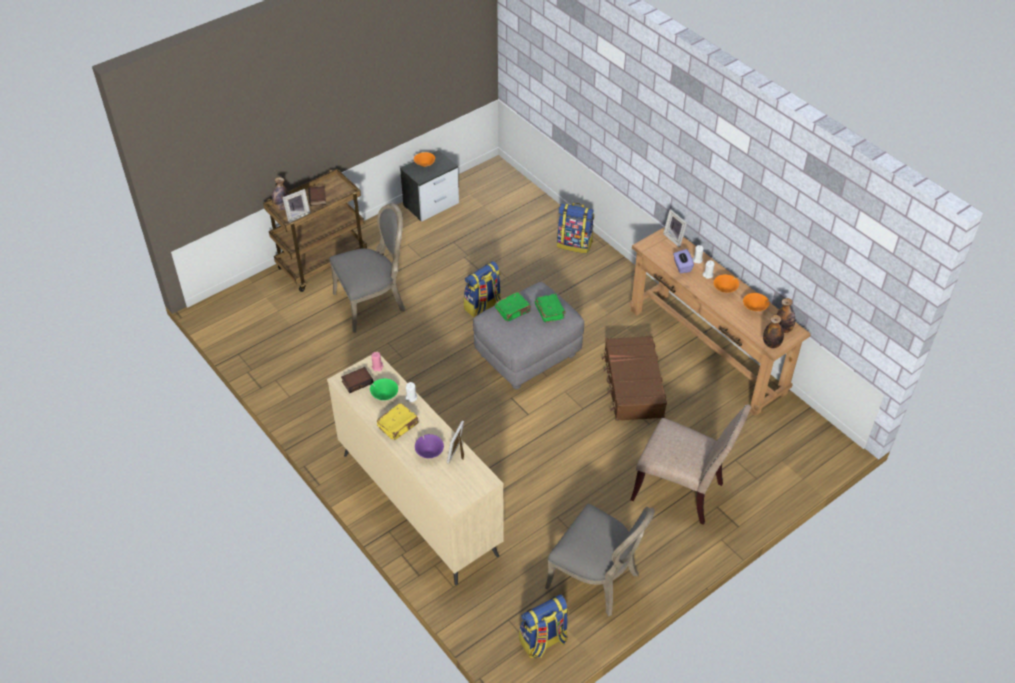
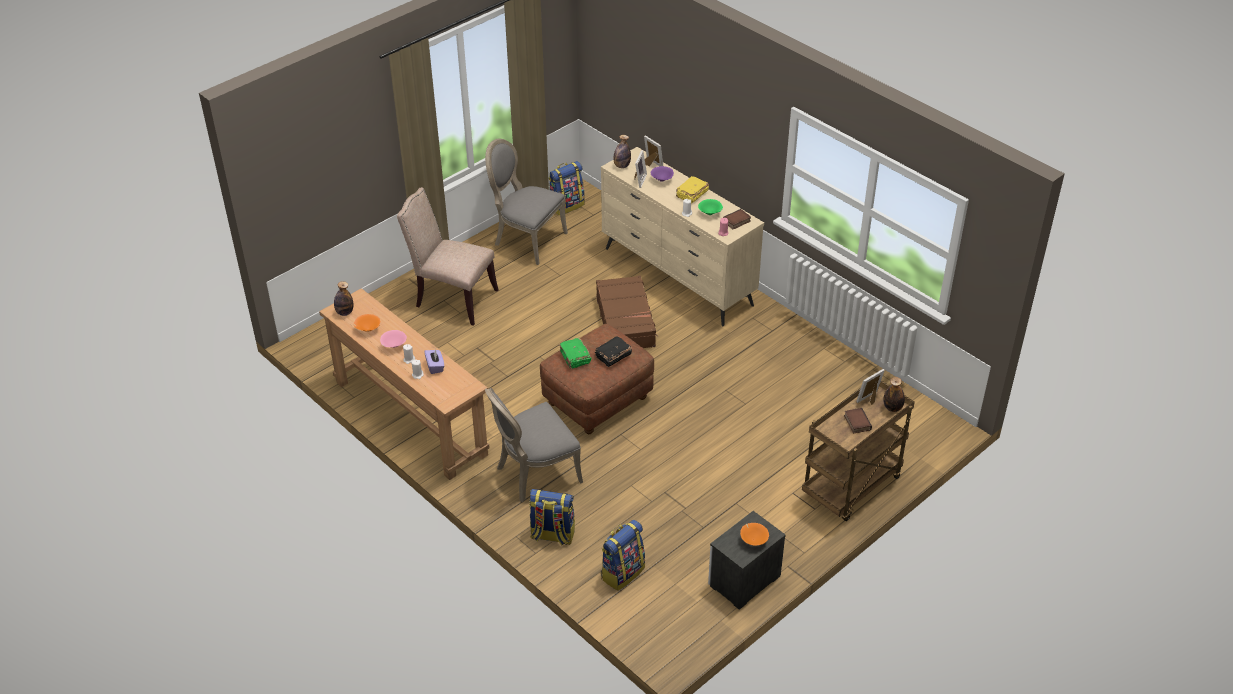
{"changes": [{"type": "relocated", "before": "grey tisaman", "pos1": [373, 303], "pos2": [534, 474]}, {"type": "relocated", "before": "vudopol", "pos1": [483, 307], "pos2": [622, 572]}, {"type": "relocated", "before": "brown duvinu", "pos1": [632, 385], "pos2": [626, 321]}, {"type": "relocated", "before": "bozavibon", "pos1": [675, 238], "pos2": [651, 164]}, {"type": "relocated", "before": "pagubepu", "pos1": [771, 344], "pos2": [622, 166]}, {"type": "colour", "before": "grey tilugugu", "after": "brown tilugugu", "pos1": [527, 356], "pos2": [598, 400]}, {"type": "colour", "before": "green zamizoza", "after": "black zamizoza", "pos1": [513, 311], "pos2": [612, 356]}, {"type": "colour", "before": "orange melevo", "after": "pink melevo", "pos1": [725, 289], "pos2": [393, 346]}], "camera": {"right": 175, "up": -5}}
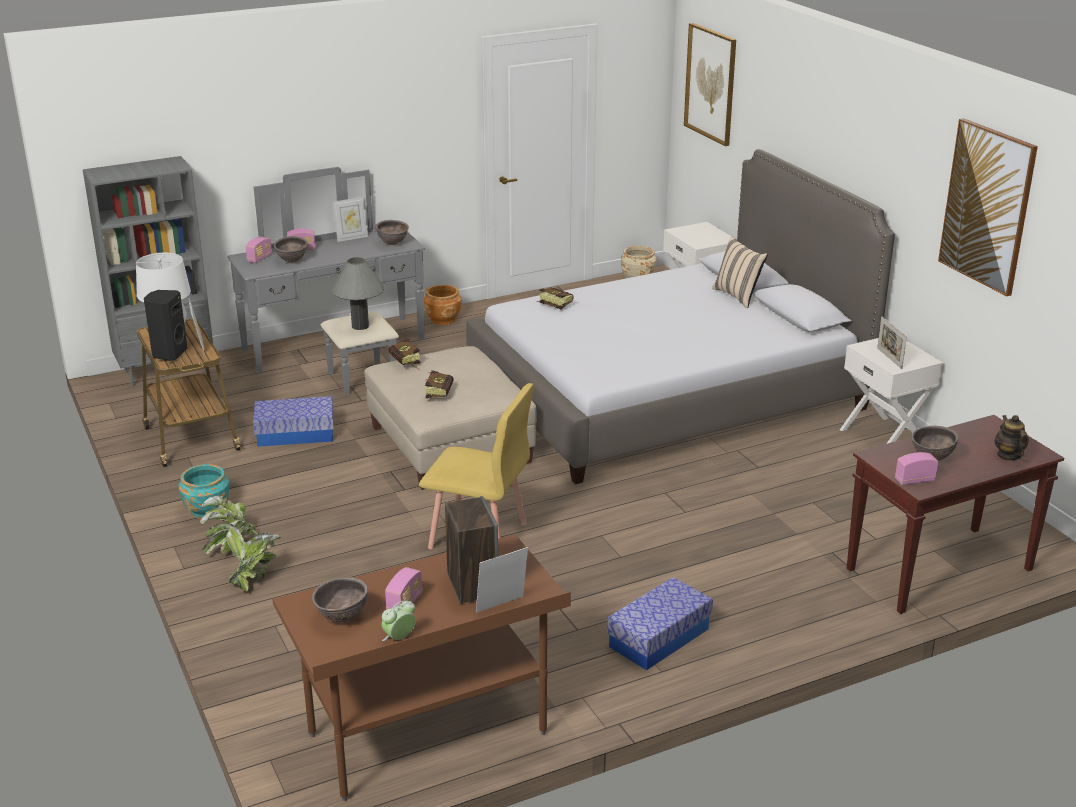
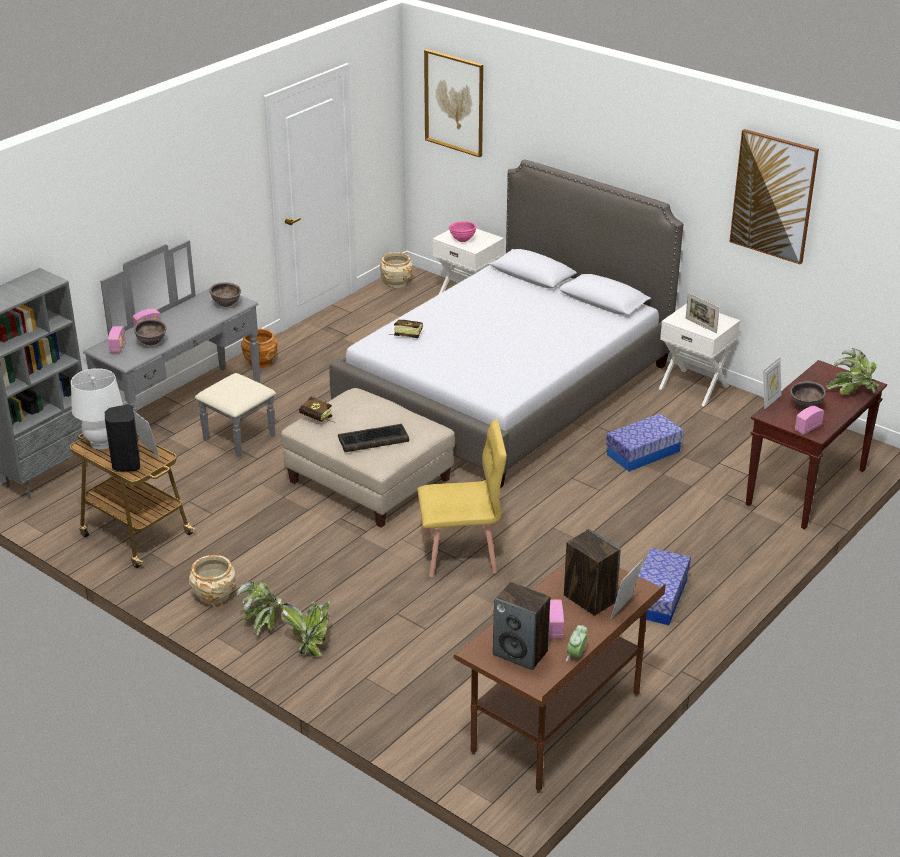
{"changes": [{"type": "missing", "before": "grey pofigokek", "pos1": [360, 326]}, {"type": "missing", "before": "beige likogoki", "pos1": [738, 296]}, {"type": "appeared", "after": "pink melevo", "pos2": [462, 240]}, {"type": "relocated", "before": "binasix", "pos1": [295, 434], "pos2": [643, 453]}, {"type": "relocated", "before": "bozavibon", "pos1": [351, 238], "pos2": [769, 401]}, {"type": "exchanged", "before": "brown melevo", "after": "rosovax", "pos1": [342, 618], "pos2": [521, 653]}, {"type": "exchanged", "before": "zamizoza", "after": "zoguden", "pos1": [440, 392], "pos2": [372, 439]}, {"type": "exchanged", "before": "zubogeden", "after": "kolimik", "pos1": [1008, 455], "pos2": [852, 391]}, {"type": "colour", "before": "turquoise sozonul", "after": "beige sozonul", "pos1": [207, 509], "pos2": [214, 596]}], "camera": {"right": -25, "up": 5}}
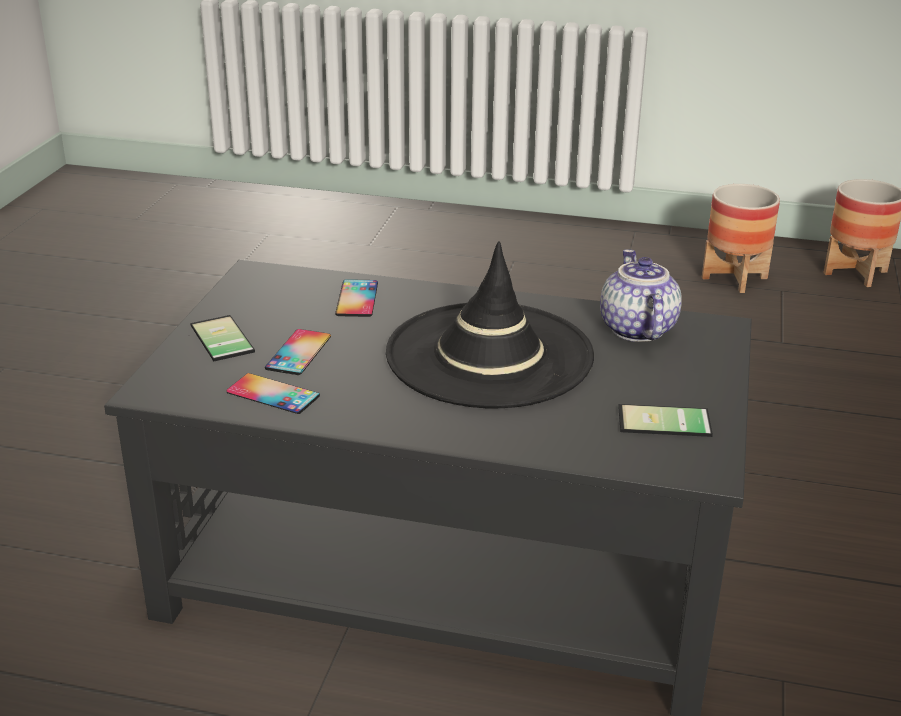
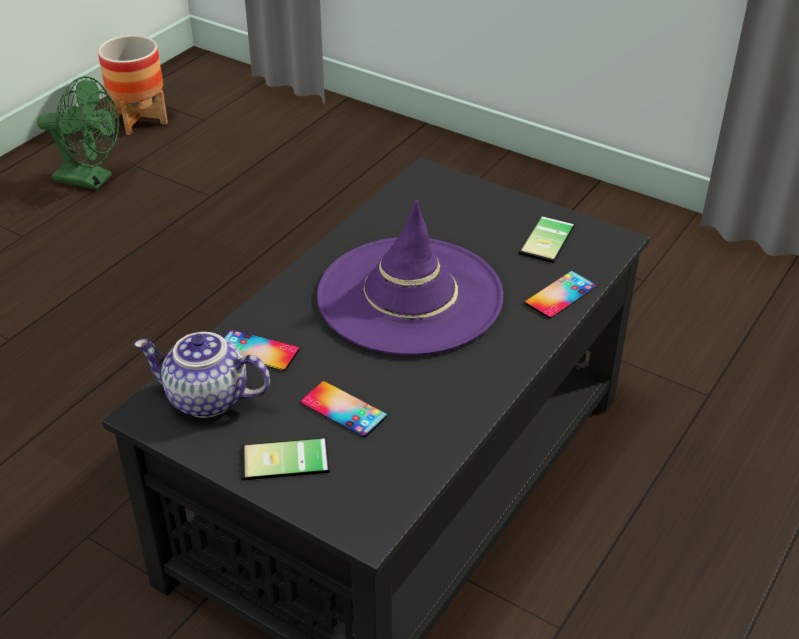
{"changes": [{"type": "relocated", "before": "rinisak", "pos1": [273, 394], "pos2": [560, 295]}, {"type": "relocated", "before": "zubogeden", "pos1": [635, 329], "pos2": [206, 400]}, {"type": "exchanged", "before": "sozonul", "after": "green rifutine", "pos1": [734, 278], "pos2": [91, 180]}, {"type": "colour", "before": "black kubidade", "after": "purple kubidade", "pos1": [489, 355], "pos2": [409, 296]}], "camera": {"right": -70, "up": 10}}
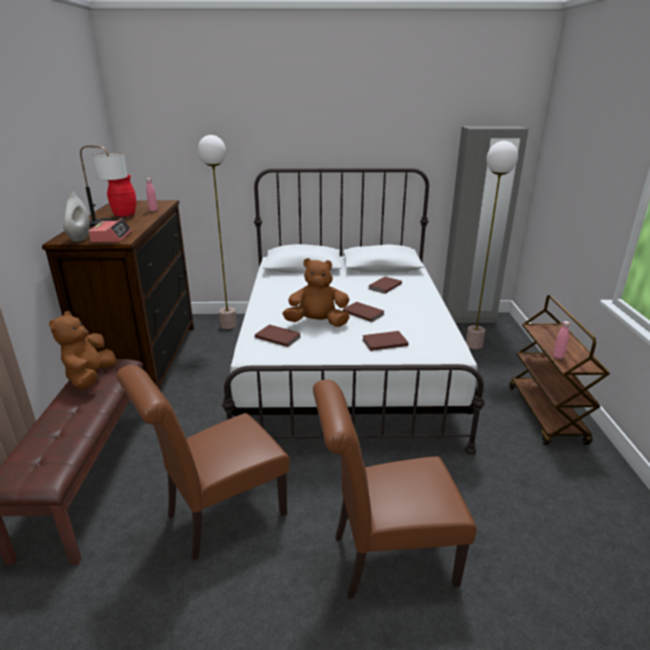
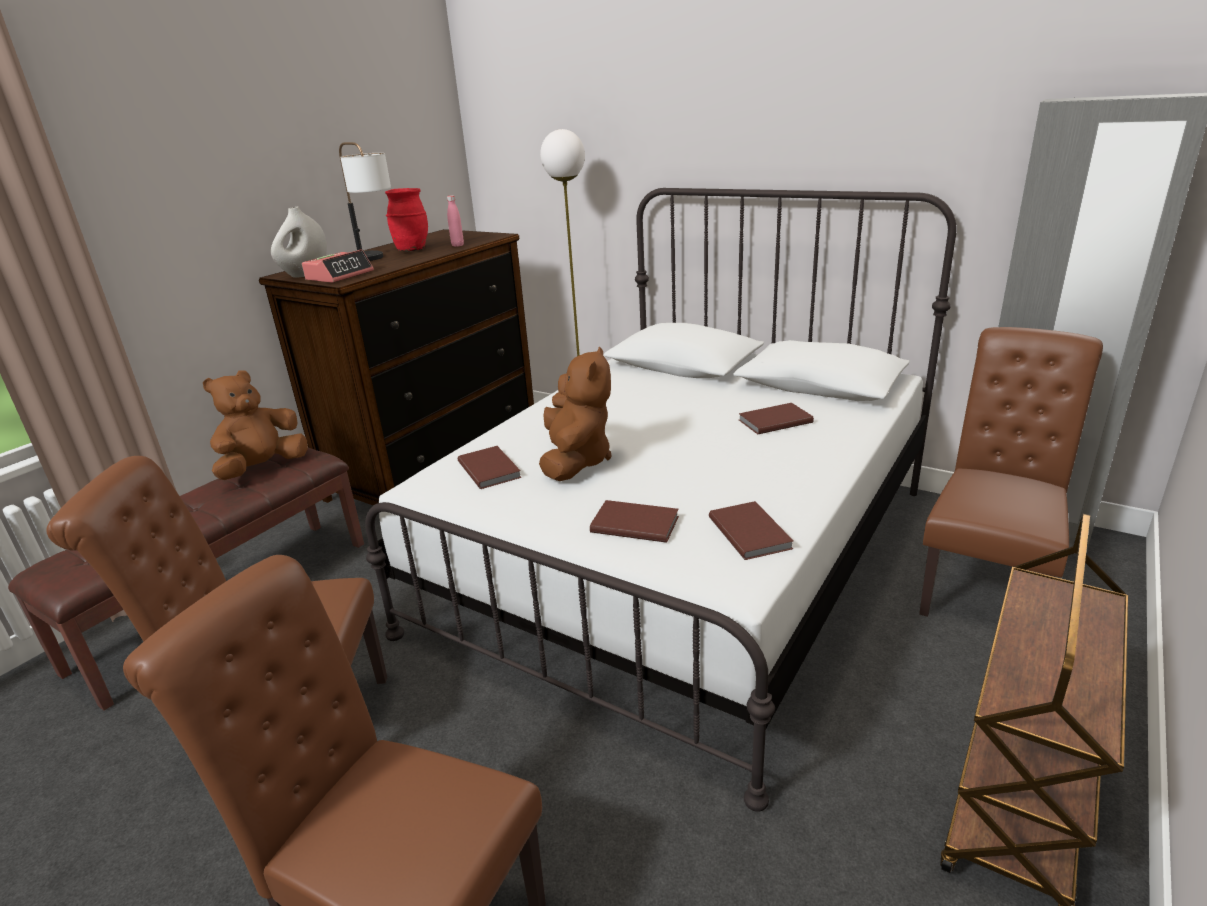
{"changes": [{"type": "missing", "before": "pink pagubepu", "pos1": [558, 357]}, {"type": "relocated", "before": "brown zamizoza", "pos1": [363, 313], "pos2": [751, 532]}, {"type": "exchanged", "before": "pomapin", "after": "brown tisaman", "pos1": [474, 345], "pos2": [986, 584]}, {"type": "spun", "before": "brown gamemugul", "pos1": [317, 323], "pos2": [576, 461], "turn": 60}], "camera": {"right": 35, "up": 0}}
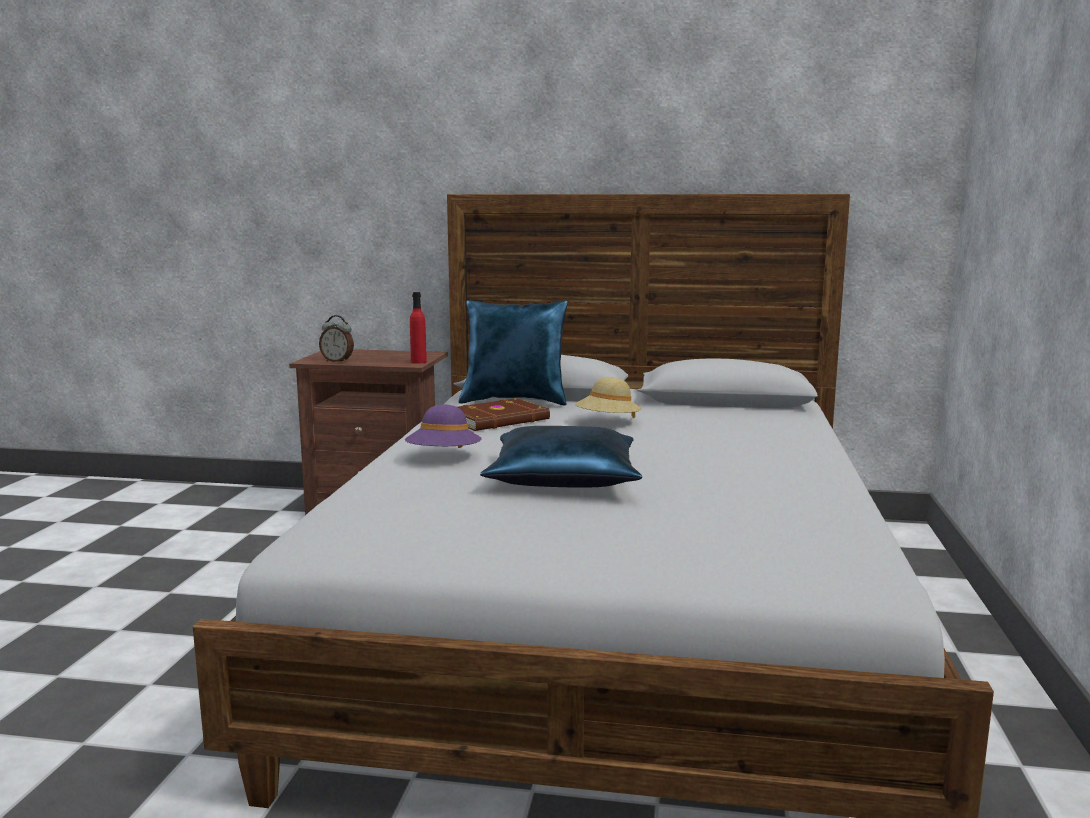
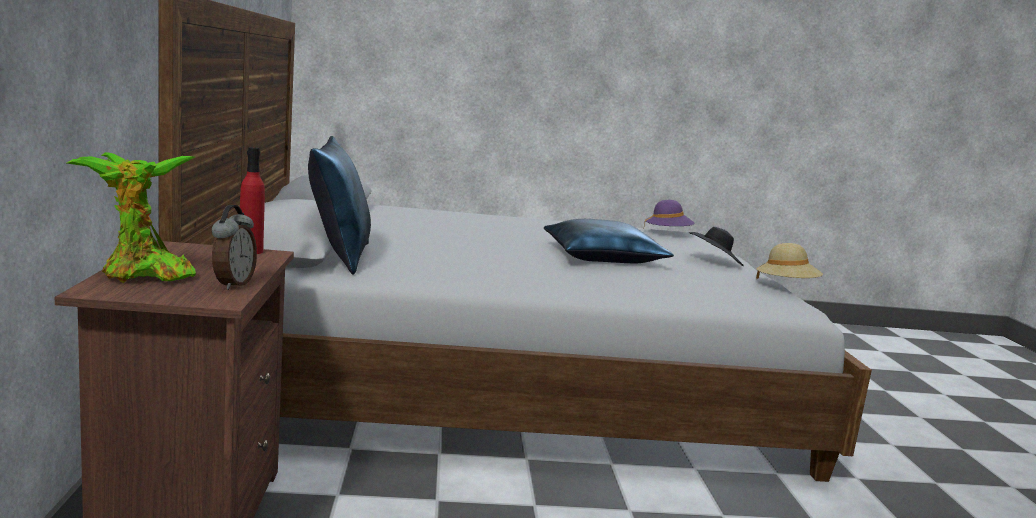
{"changes": [{"type": "missing", "before": "brown zamizoza", "pos1": [499, 420]}, {"type": "appeared", "after": "kolimik", "pos2": [142, 276]}, {"type": "appeared", "after": "black kubidade", "pos2": [714, 262]}, {"type": "relocated", "before": "purple kubidade", "pos1": [444, 458], "pos2": [667, 233]}, {"type": "relocated", "before": "beige kubidade", "pos1": [608, 422], "pos2": [786, 287]}], "camera": {"right": -105, "up": 0}}
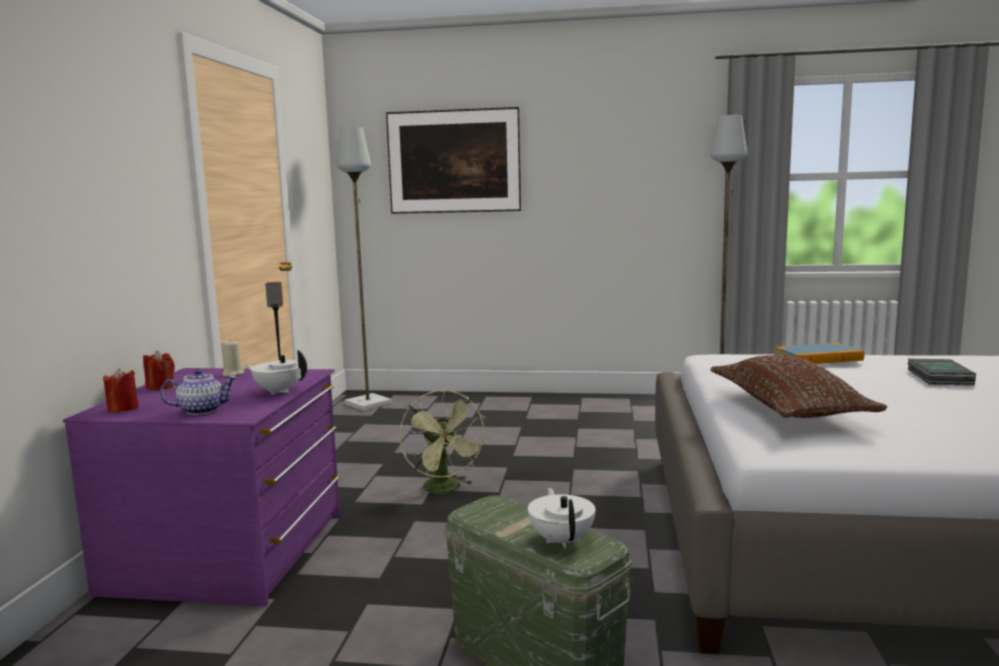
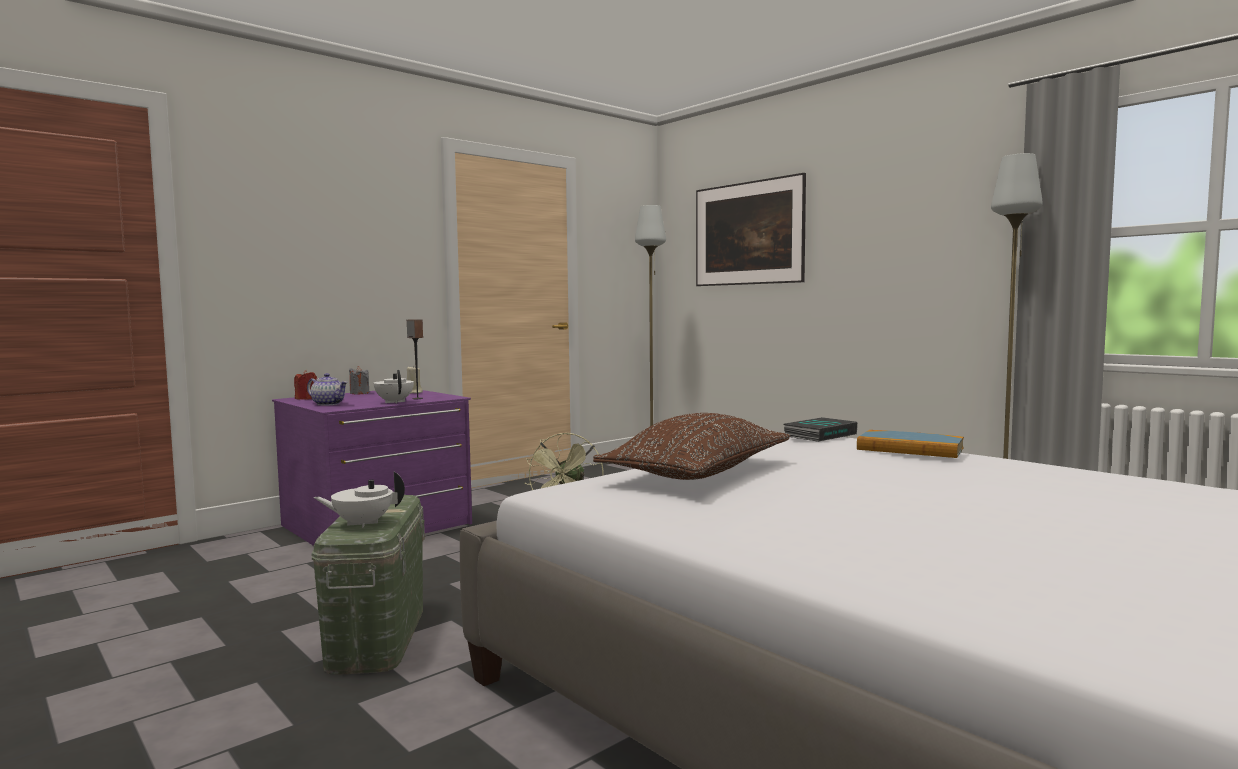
{"changes": [{"type": "relocated", "before": "zamizoza", "pos1": [937, 377], "pos2": [819, 434]}, {"type": "colour", "before": "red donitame", "after": "grey donitame", "pos1": [160, 387], "pos2": [359, 393]}, {"type": "spun", "before": "white zubogeden", "pos1": [562, 540], "pos2": [362, 524], "turn": -135}], "camera": {"right": 40, "up": -5}}
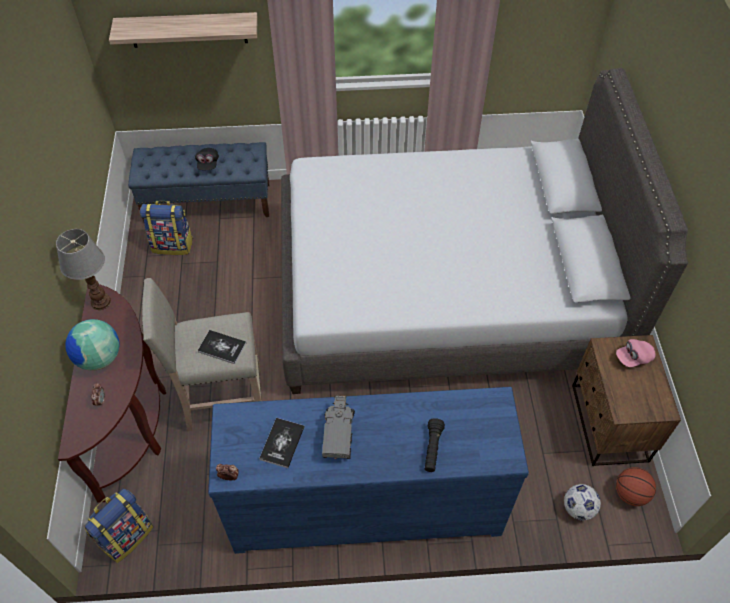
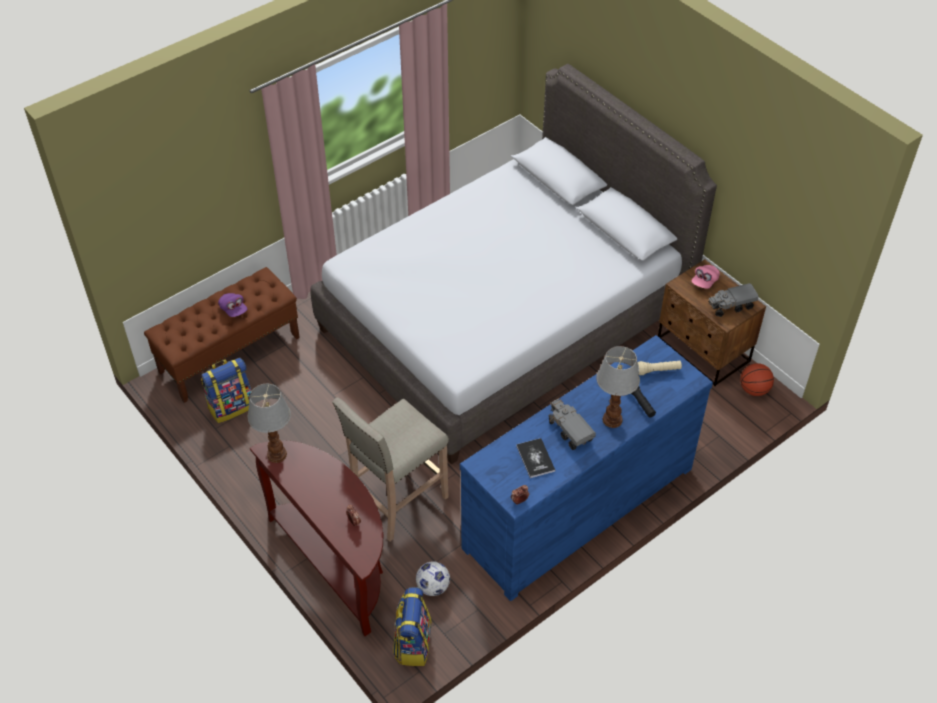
{"changes": [{"type": "missing", "before": "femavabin", "pos1": [99, 358]}, {"type": "missing", "before": "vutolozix", "pos1": [188, 30]}, {"type": "missing", "before": "zamizoza", "pos1": [222, 347]}, {"type": "appeared", "after": "pofigokek", "pos2": [611, 420]}, {"type": "appeared", "after": "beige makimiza", "pos2": [658, 371]}, {"type": "appeared", "after": "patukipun", "pos2": [730, 306]}, {"type": "relocated", "before": "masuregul", "pos1": [578, 508], "pos2": [433, 587]}, {"type": "colour", "before": "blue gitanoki", "after": "brown gitanoki", "pos1": [208, 203], "pos2": [230, 354]}, {"type": "colour", "before": "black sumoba", "after": "purple sumoba", "pos1": [208, 164], "pos2": [233, 309]}], "camera": {"right": -35, "up": -5}}
